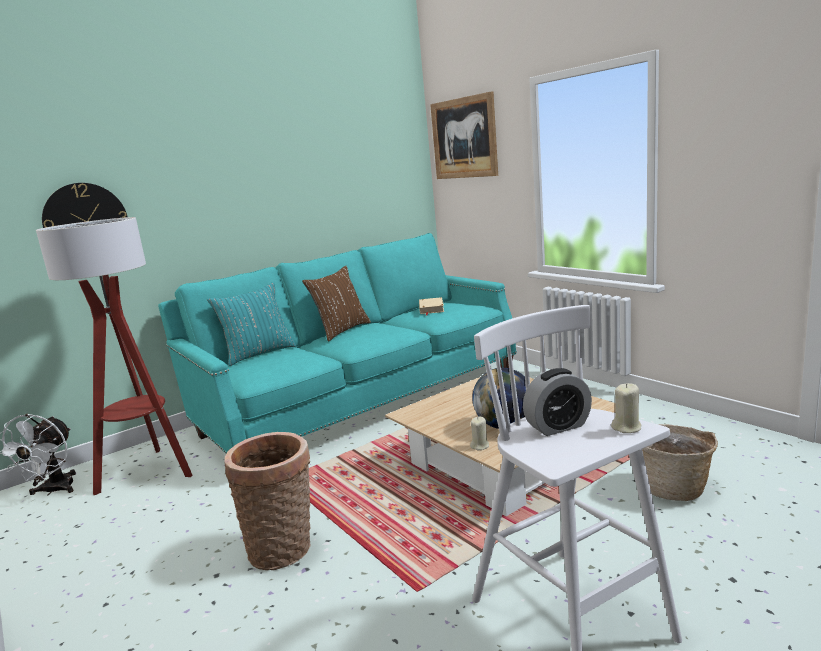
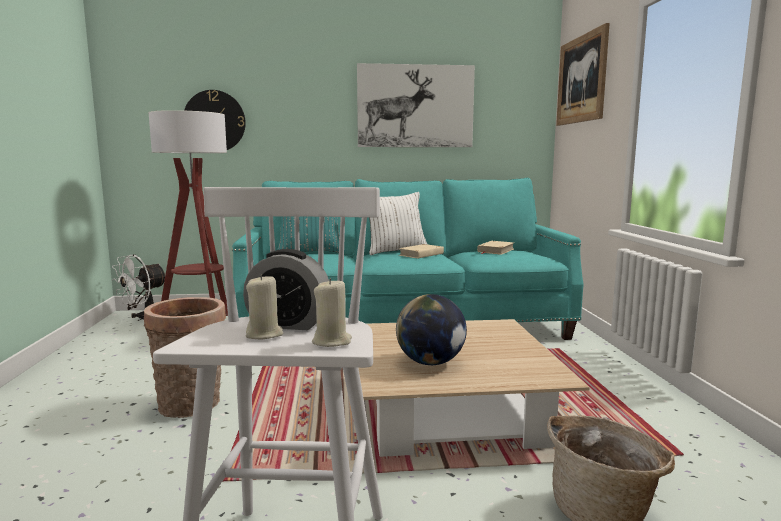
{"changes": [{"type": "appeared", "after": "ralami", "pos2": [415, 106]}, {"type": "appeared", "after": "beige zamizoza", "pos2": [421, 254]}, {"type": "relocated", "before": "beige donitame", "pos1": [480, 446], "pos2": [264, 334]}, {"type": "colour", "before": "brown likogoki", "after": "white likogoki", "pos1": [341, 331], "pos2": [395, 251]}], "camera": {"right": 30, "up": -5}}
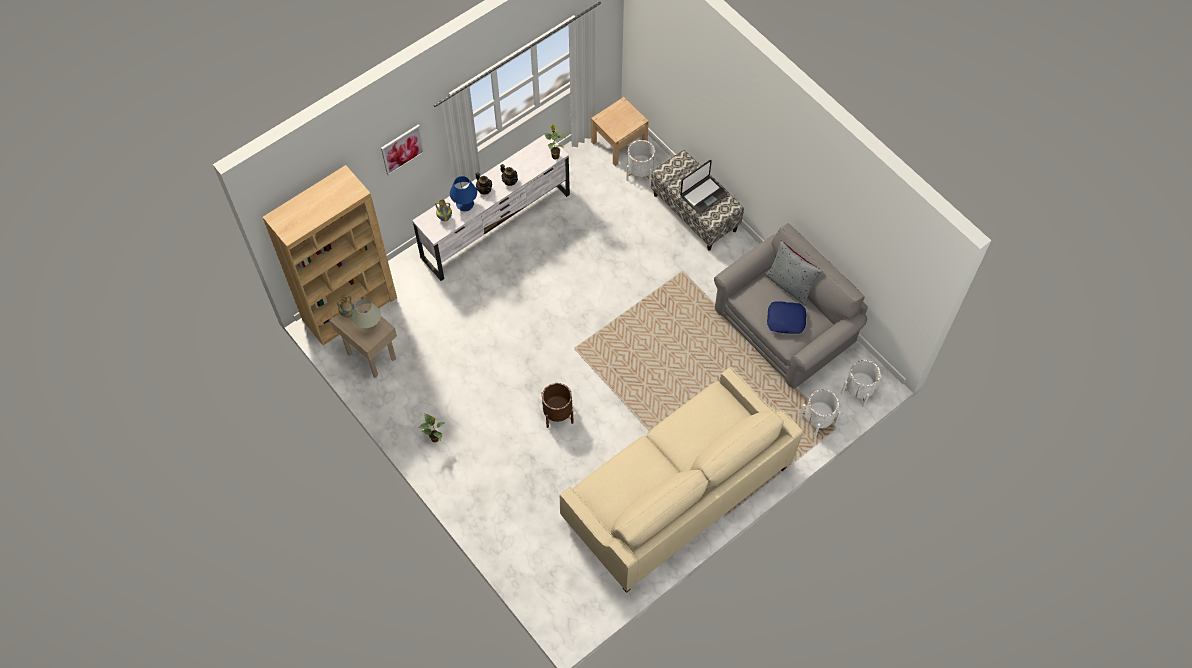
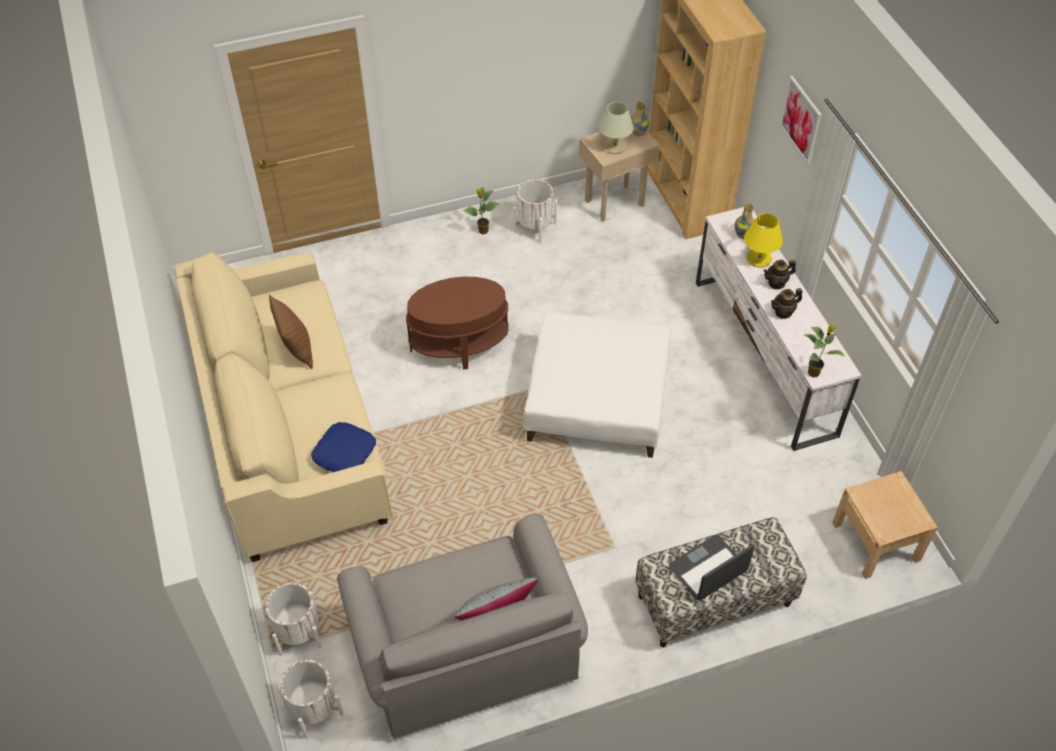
{"changes": [{"type": "appeared", "after": "brown likogoki", "pos2": [296, 349]}, {"type": "appeared", "after": "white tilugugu", "pos2": [596, 399]}, {"type": "relocated", "before": "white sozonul", "pos1": [640, 172], "pos2": [535, 227]}, {"type": "relocated", "before": "blue likogoki", "pos1": [786, 320], "pos2": [344, 452]}, {"type": "exchanged", "before": "brown sozonul", "after": "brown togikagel", "pos1": [557, 413], "pos2": [459, 345]}, {"type": "colour", "before": "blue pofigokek", "after": "yellow pofigokek", "pos1": [465, 204], "pos2": [758, 259]}, {"type": "spun", "before": "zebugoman", "pos1": [703, 194], "pos2": [708, 569], "turn": 75}], "camera": {"right": 110, "up": -10}}
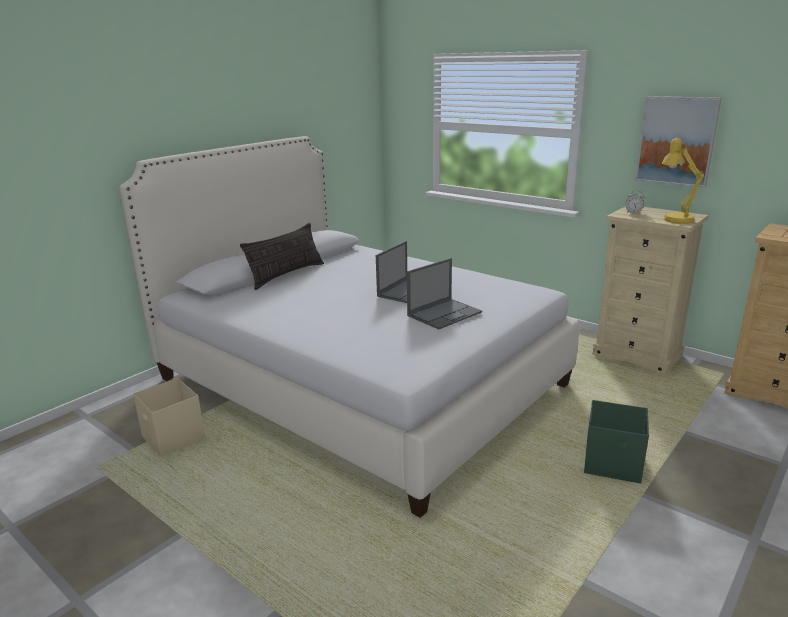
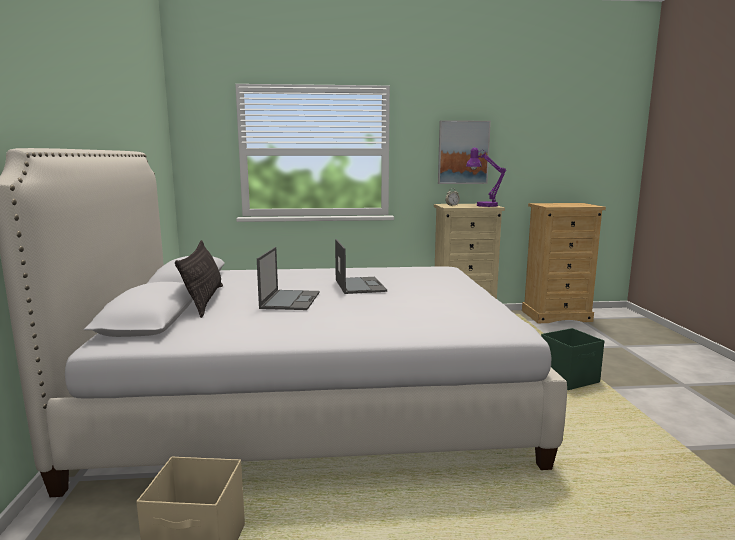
{"changes": [{"type": "relocated", "before": "zebugoman", "pos1": [445, 314], "pos2": [290, 300]}, {"type": "colour", "before": "yellow pofigokek", "after": "purple pofigokek", "pos1": [674, 218], "pos2": [482, 205]}], "camera": {"right": -45, "up": -10}}
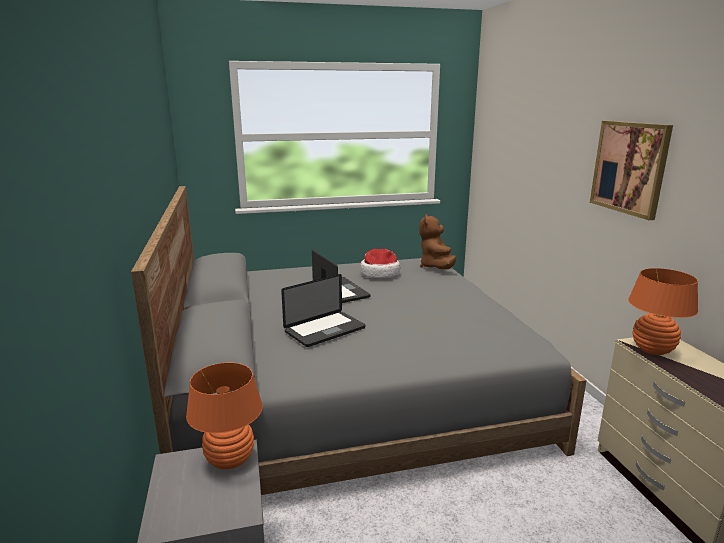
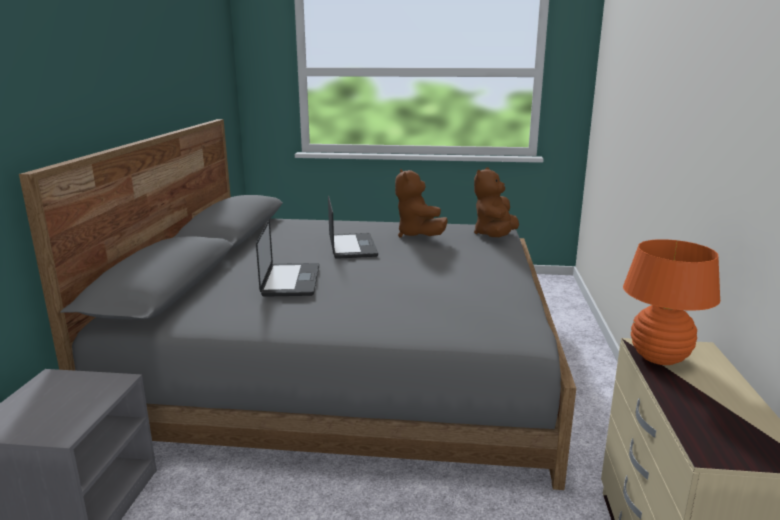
{"changes": [{"type": "missing", "before": "orange pofigokek", "pos1": [230, 460]}, {"type": "missing", "before": "ralami", "pos1": [629, 167]}, {"type": "exchanged", "before": "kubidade", "after": "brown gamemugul", "pos1": [379, 274], "pos2": [418, 235]}, {"type": "spun", "before": "zebugoman", "pos1": [325, 330], "pos2": [291, 281], "turn": -75}], "camera": {"right": 20, "up": 0}}
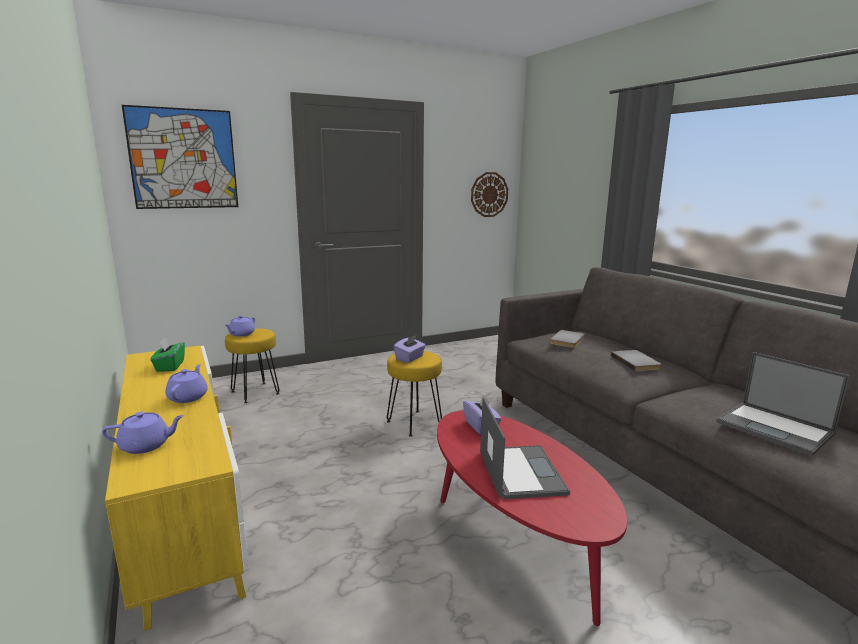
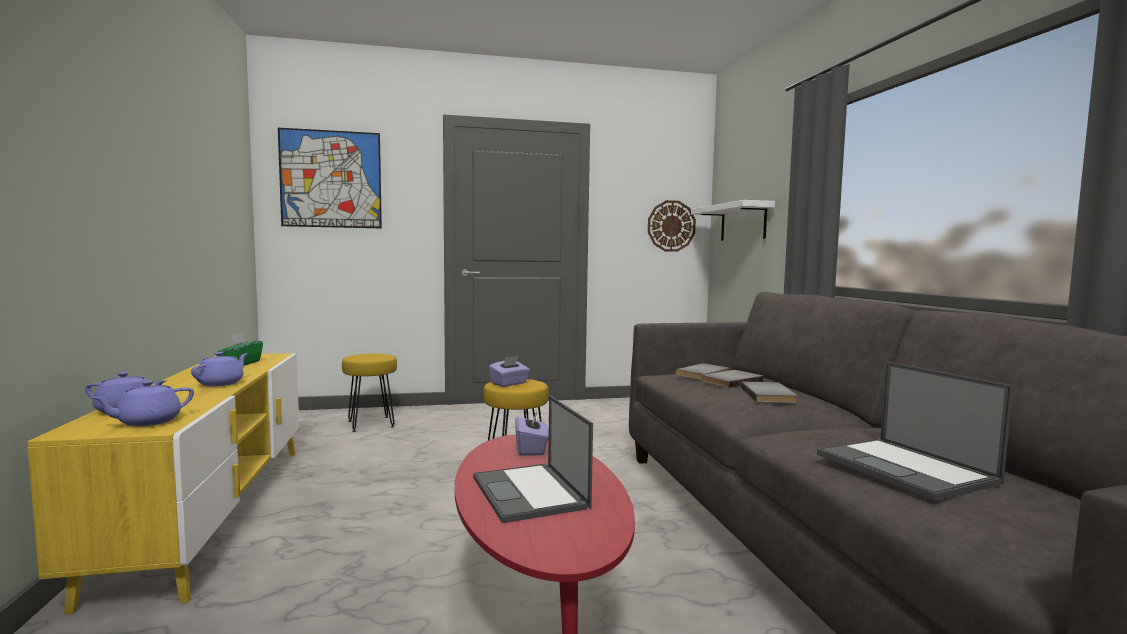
{"changes": [{"type": "appeared", "after": "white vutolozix", "pos2": [743, 222]}, {"type": "appeared", "after": "grey zamizoza", "pos2": [730, 381]}, {"type": "relocated", "before": "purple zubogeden", "pos1": [241, 334], "pos2": [147, 422]}, {"type": "spun", "before": "zebugoman", "pos1": [520, 471], "pos2": [530, 493], "turn": 150}], "camera": {"right": 15, "up": -10}}
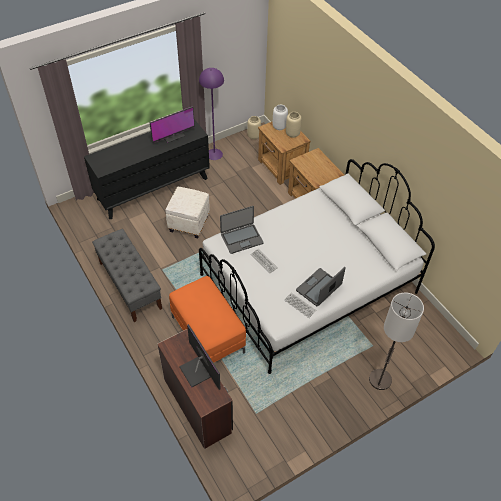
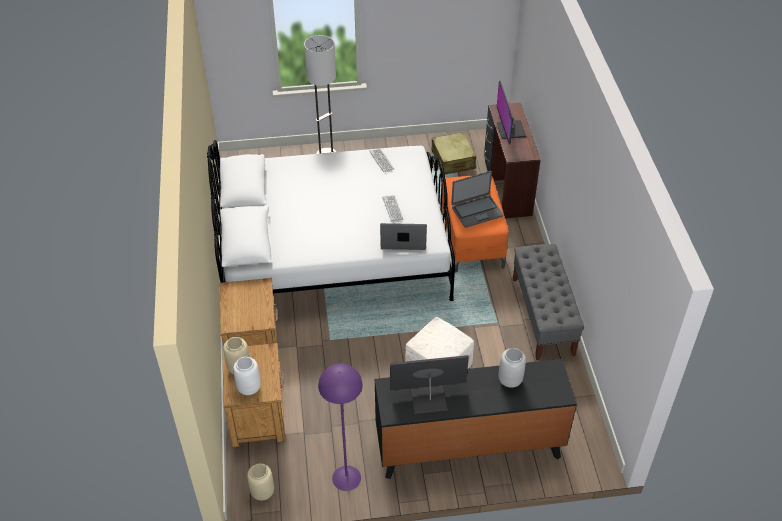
{"changes": [{"type": "appeared", "after": "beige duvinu", "pos2": [453, 160]}, {"type": "appeared", "after": "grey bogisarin", "pos2": [509, 380]}, {"type": "relocated", "before": "zebugoman", "pos1": [319, 288], "pos2": [476, 211]}], "camera": {"right": -155, "up": -5}}
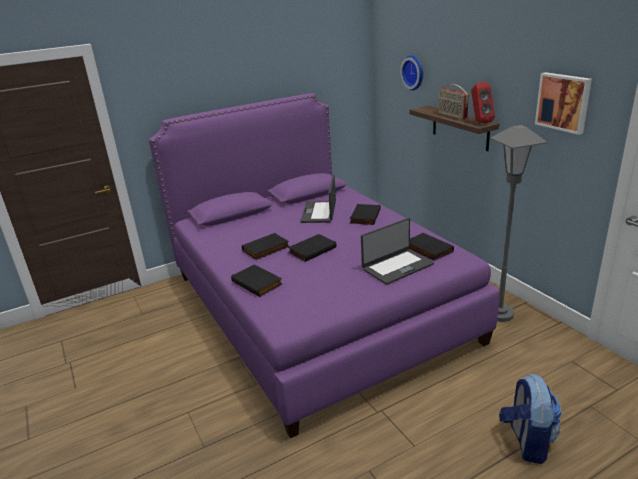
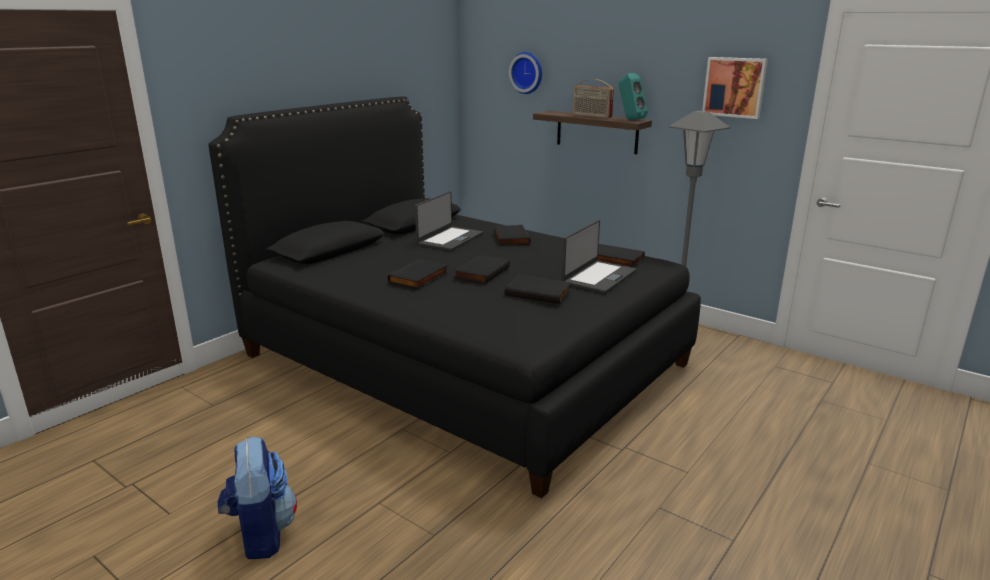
{"changes": [{"type": "relocated", "before": "black zamizoza", "pos1": [258, 282], "pos2": [539, 292]}, {"type": "relocated", "before": "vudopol", "pos1": [526, 441], "pos2": [261, 534]}, {"type": "colour", "before": "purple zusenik", "after": "black zusenik", "pos1": [315, 306], "pos2": [462, 359]}, {"type": "colour", "before": "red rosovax", "after": "turquoise rosovax", "pos1": [479, 122], "pos2": [630, 119]}, {"type": "spun", "before": "zebugoman", "pos1": [319, 212], "pos2": [449, 239], "turn": -135}], "camera": {"right": -25, "up": -5}}
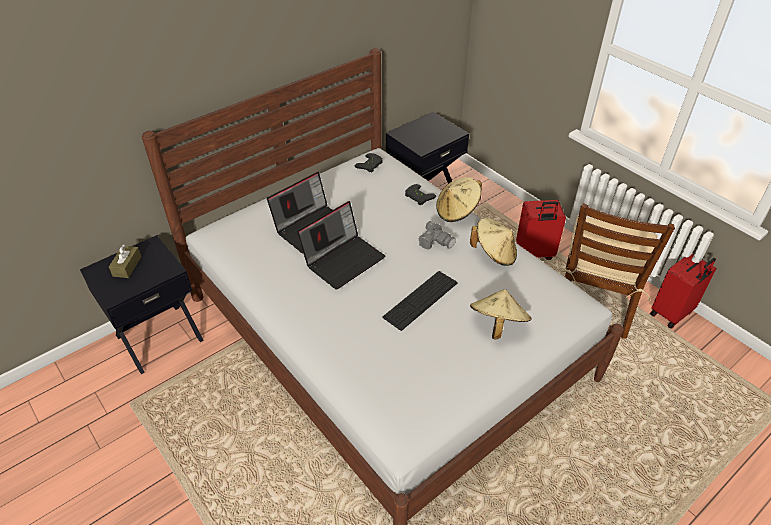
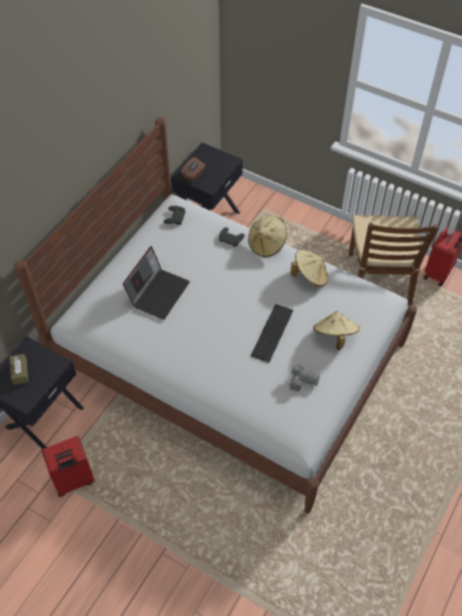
{"changes": [{"type": "missing", "before": "zebugoman", "pos1": [343, 259]}, {"type": "appeared", "after": "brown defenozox", "pos2": [193, 175]}, {"type": "relocated", "before": "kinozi", "pos1": [436, 242], "pos2": [302, 381]}, {"type": "relocated", "before": "red duvinu", "pos1": [534, 254], "pos2": [74, 481]}], "camera": {"right": -20, "up": 10}}
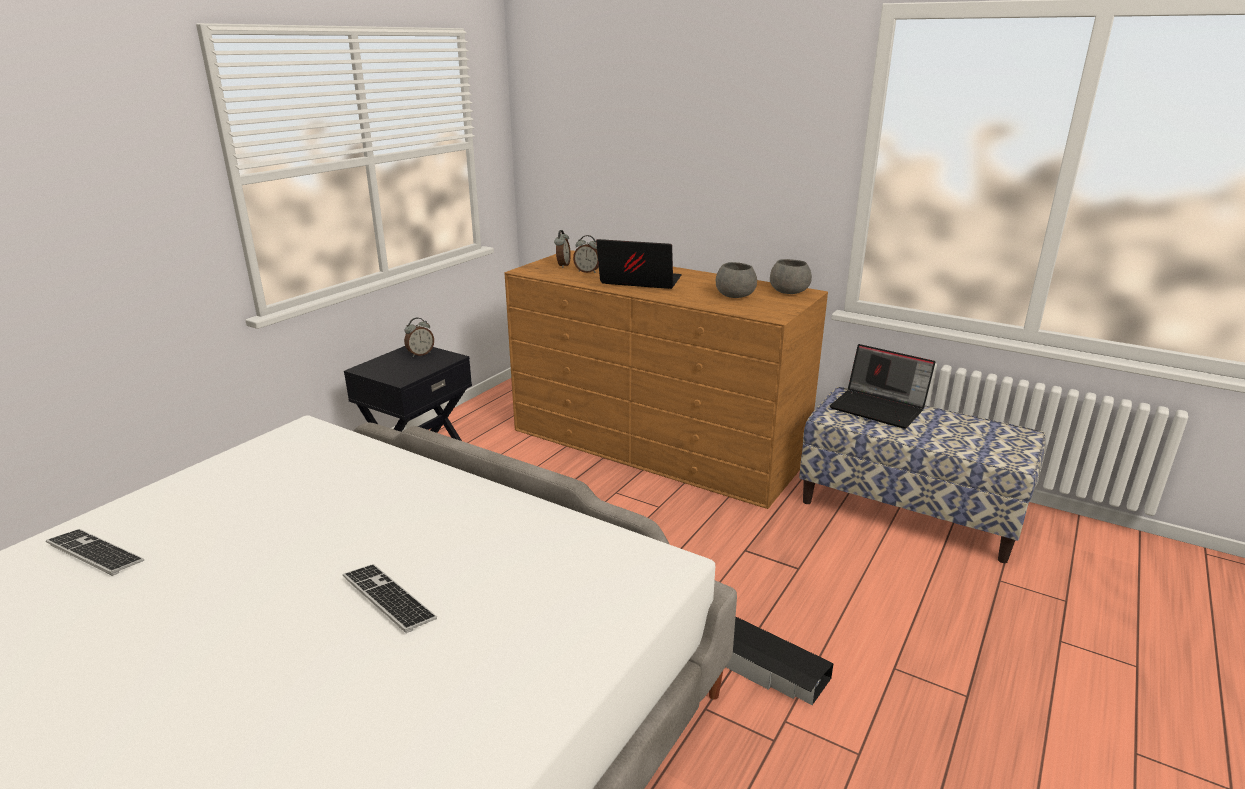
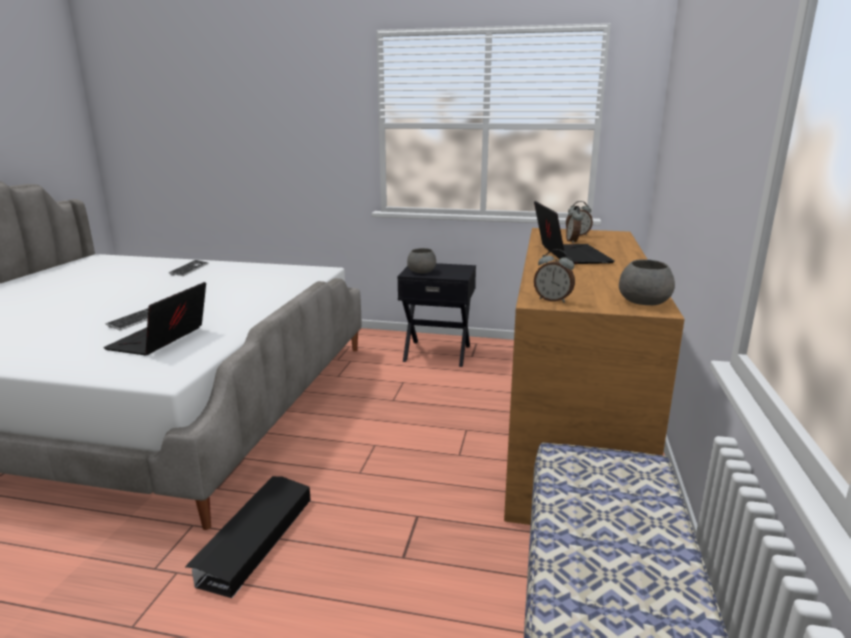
{"changes": [{"type": "relocated", "before": "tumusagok", "pos1": [420, 354], "pos2": [553, 300]}, {"type": "relocated", "before": "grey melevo", "pos1": [734, 295], "pos2": [422, 271]}, {"type": "relocated", "before": "zebugoman", "pos1": [879, 408], "pos2": [160, 340]}], "camera": {"right": 70, "up": -5}}
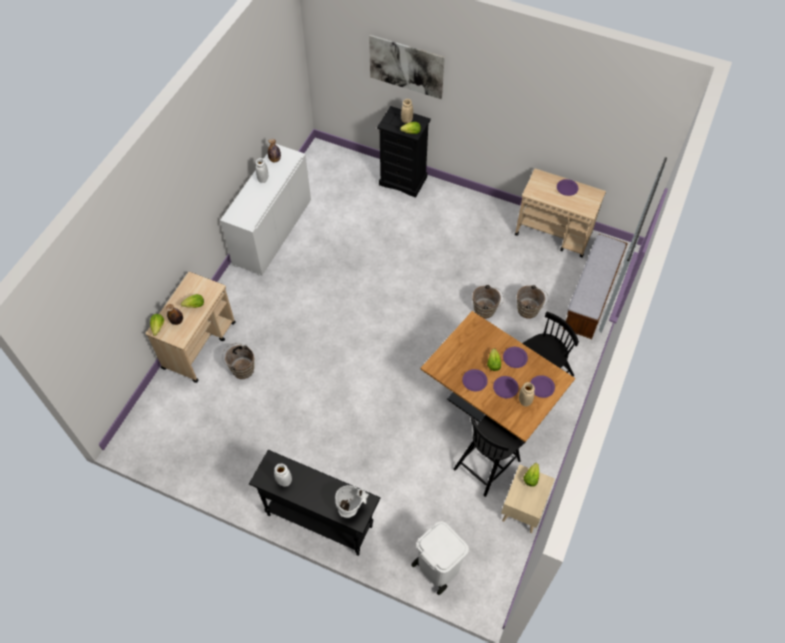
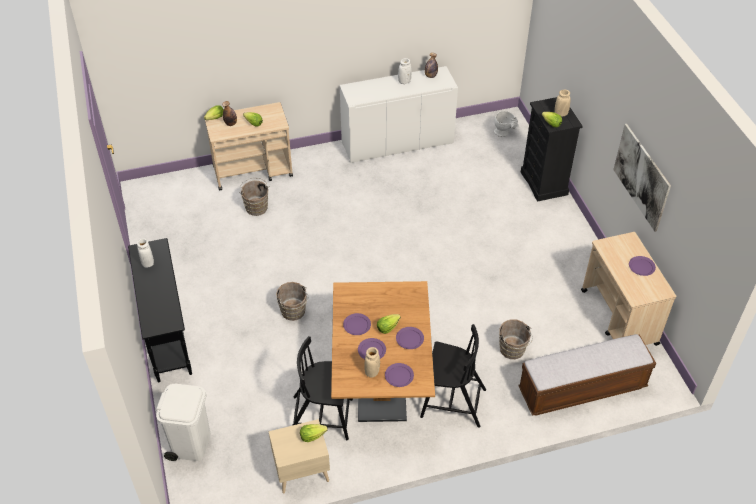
{"changes": [{"type": "relocated", "before": "white bogisarin", "pos1": [351, 507], "pos2": [504, 133]}, {"type": "relocated", "before": "ralami", "pos1": [406, 66], "pos2": [641, 177]}, {"type": "relocated", "before": "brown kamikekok", "pos1": [486, 310], "pos2": [294, 313]}], "camera": {"right": 50, "up": -10}}
